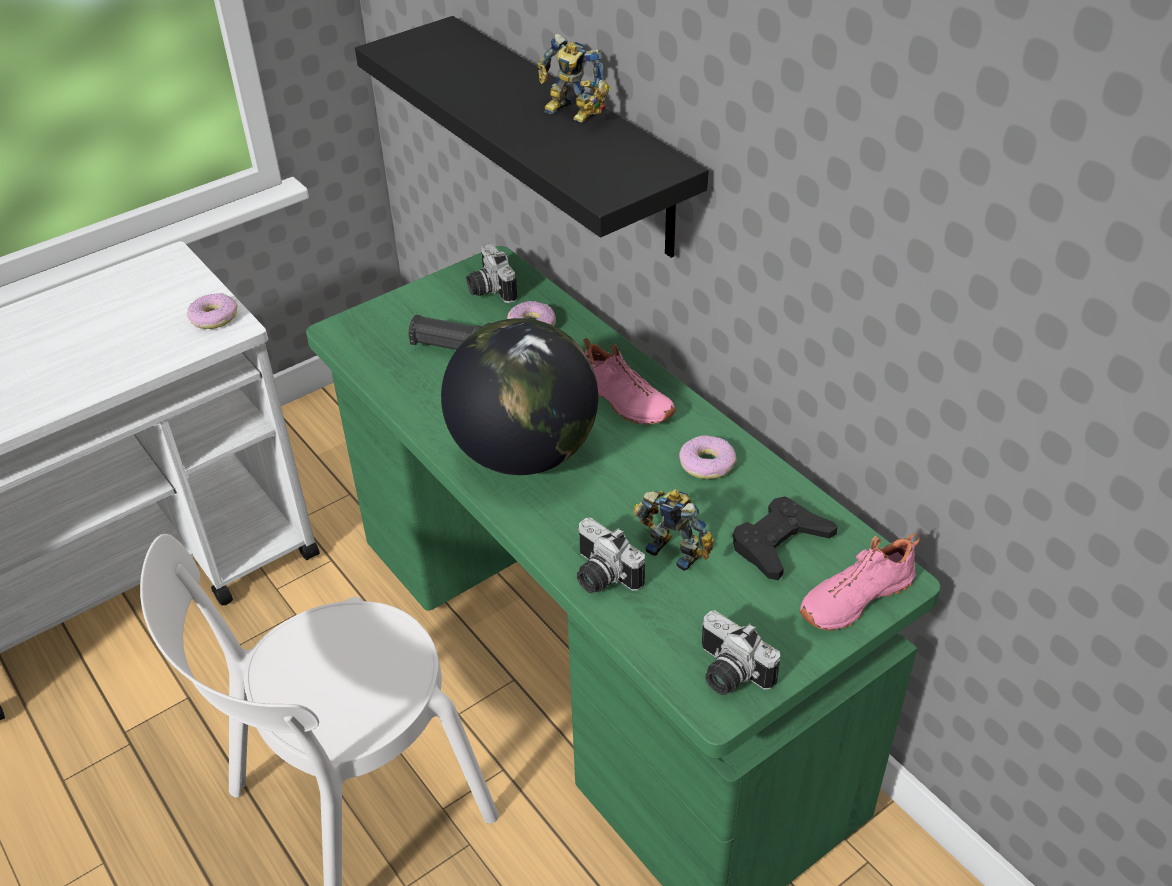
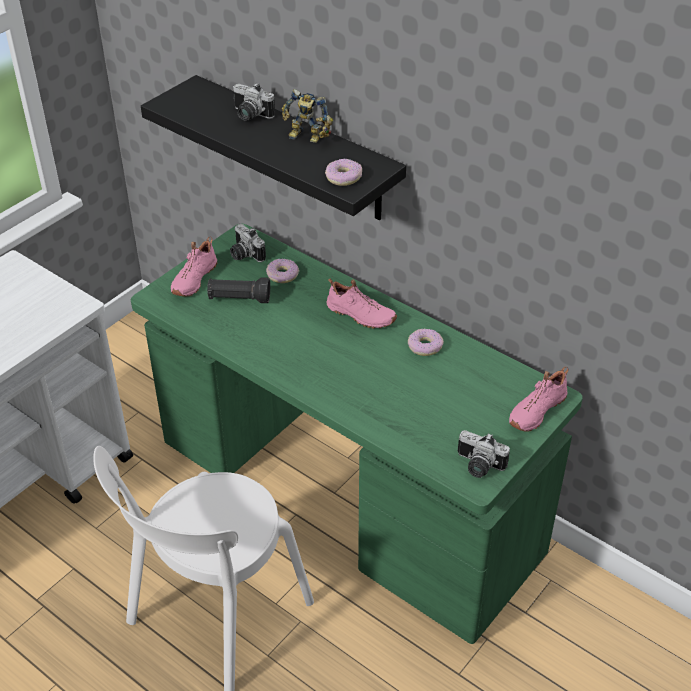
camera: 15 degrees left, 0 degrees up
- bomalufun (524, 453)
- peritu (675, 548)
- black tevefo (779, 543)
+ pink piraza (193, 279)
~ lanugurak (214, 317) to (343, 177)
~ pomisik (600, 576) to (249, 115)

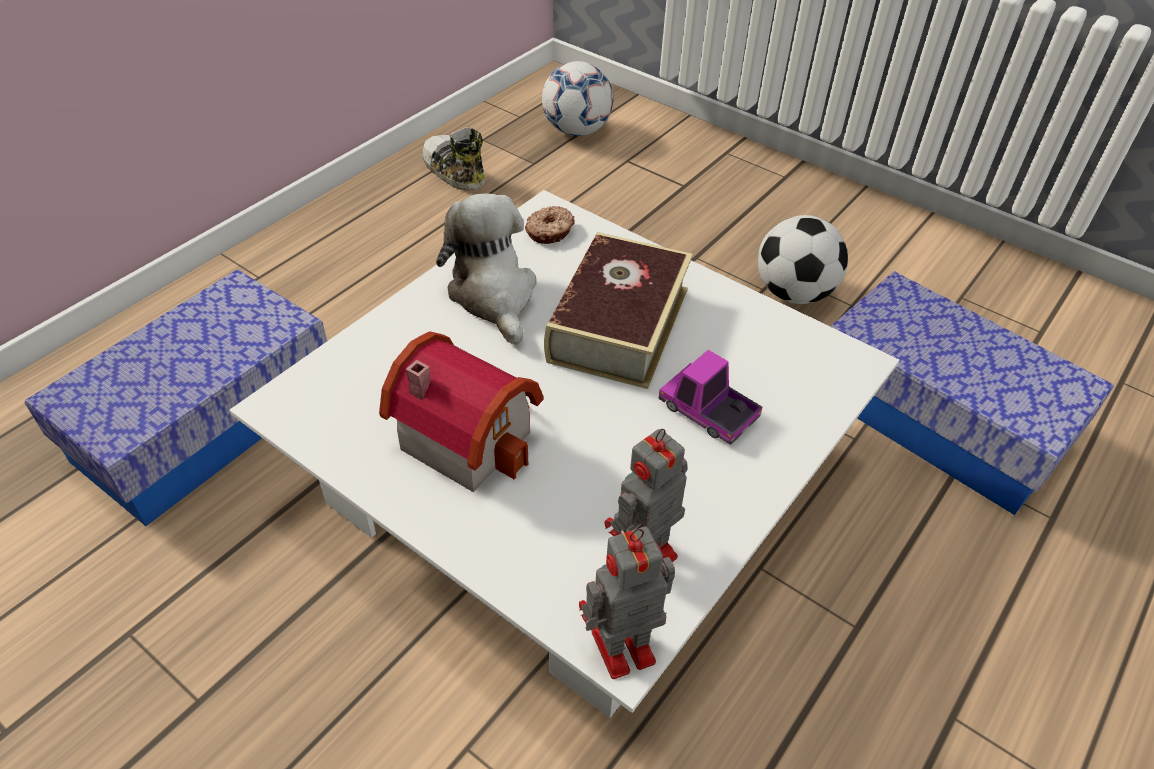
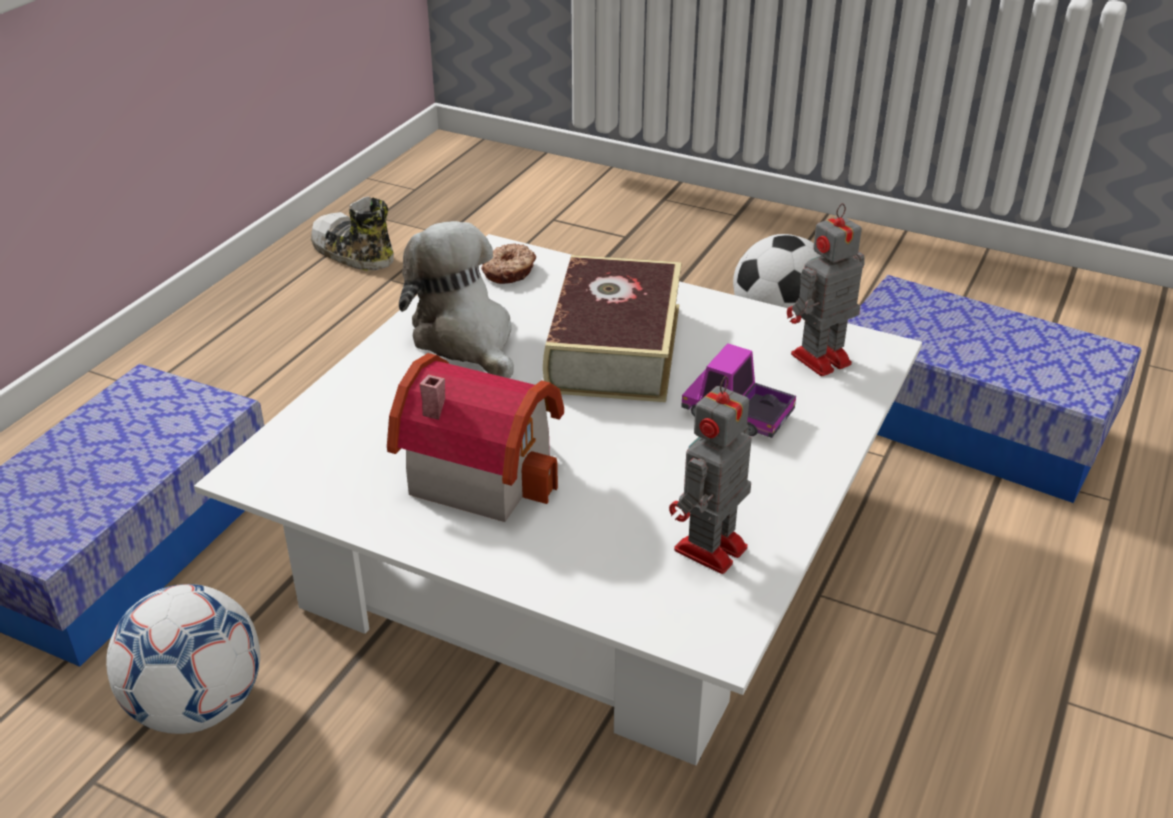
camera: 10 degrees left, 10 degrees down
~ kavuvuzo (576, 130) to (198, 706)
~ peritu (619, 648) to (818, 360)

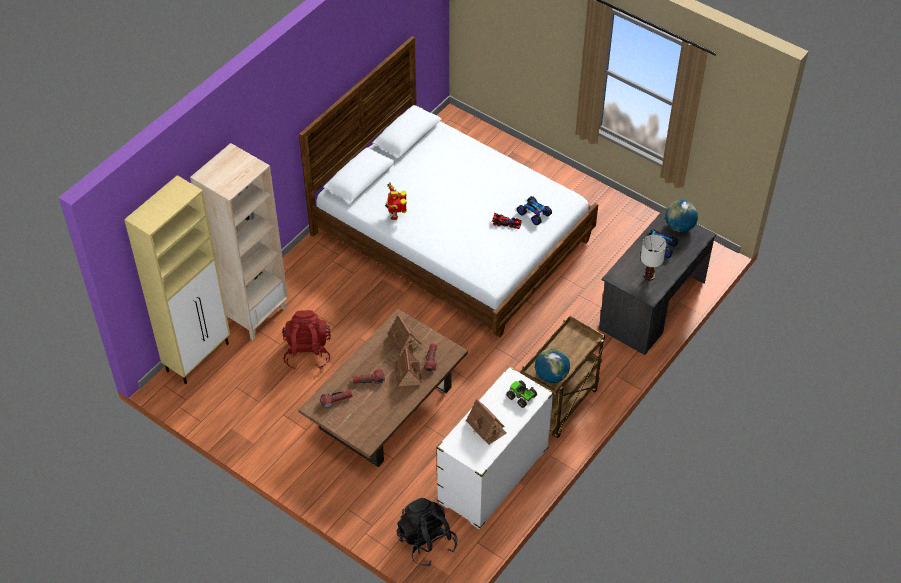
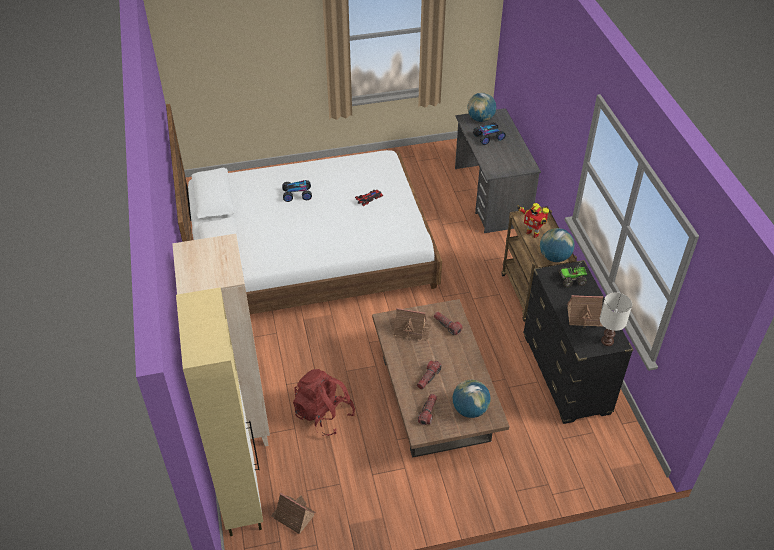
camera: 50 degrees left, 5 degrees down
- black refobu (426, 541)
+ bomalufun (470, 409)
~ peritu (395, 215) to (532, 233)
~ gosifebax (407, 373) to (293, 516)
~ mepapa (534, 213) to (297, 194)
~ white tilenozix (648, 276) to (607, 341)
~ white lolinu (493, 477) to black lolinu (566, 374)

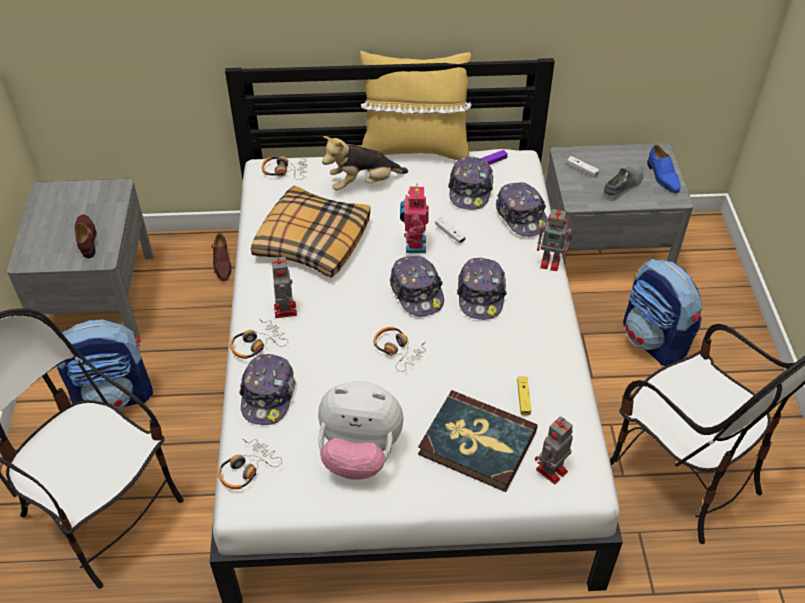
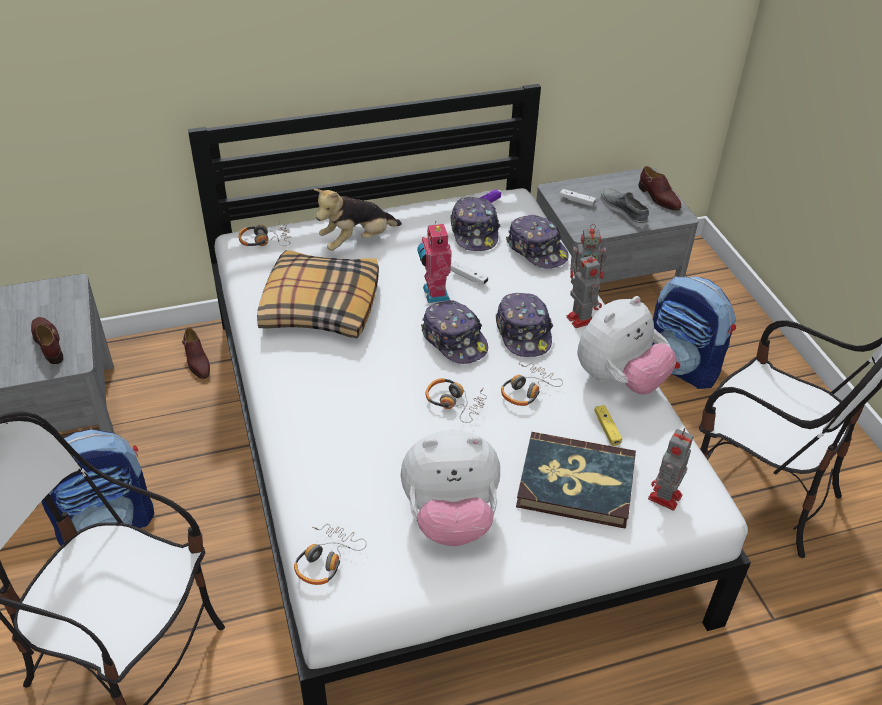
camera: 15 degrees left, 5 degrees down
- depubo (268, 395)
- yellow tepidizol (414, 149)
+ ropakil (619, 380)
~ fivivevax (257, 344) to (527, 390)
~ peritu (285, 309) to (580, 318)
~ blue piraza (662, 177) to brown piraza (658, 198)
~ grey piraza (623, 185) = (623, 210) 60 degrees counterclockwise

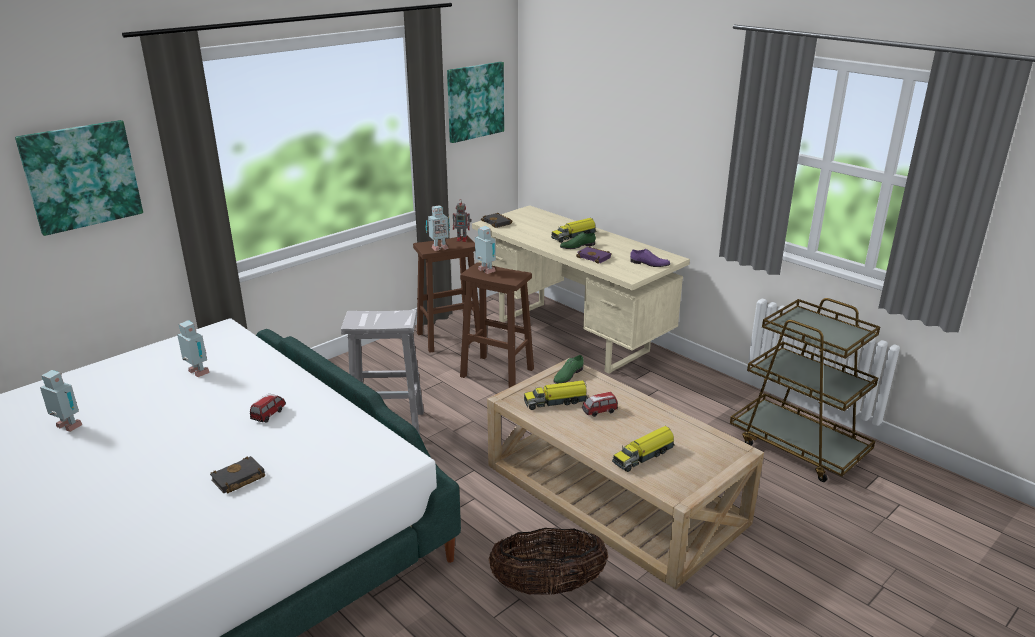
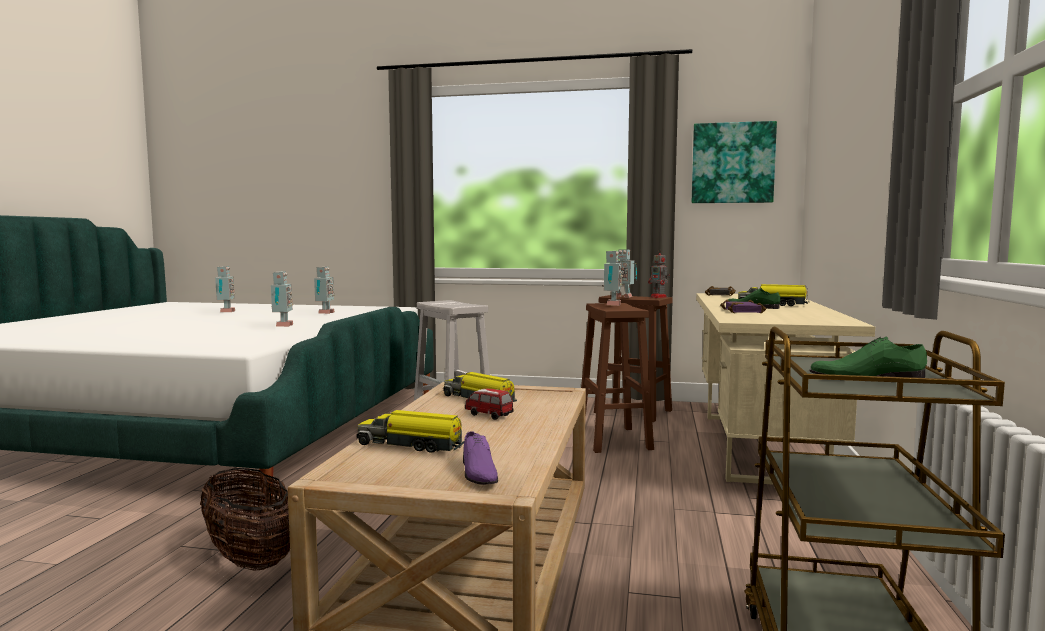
camera: 55 degrees right, 20 degrees down
- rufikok (81, 176)
- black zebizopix (238, 480)
~ green piraza (567, 375) to (865, 377)
~ purple piraza (649, 263) to (477, 471)
~ mepapa (268, 414) to peritu (282, 326)

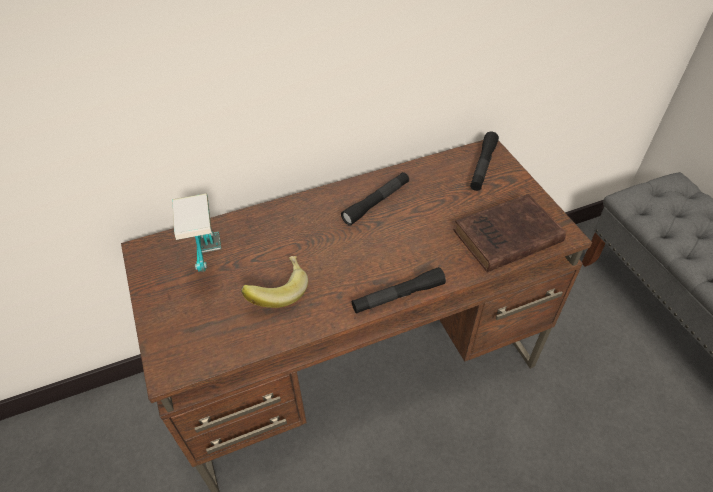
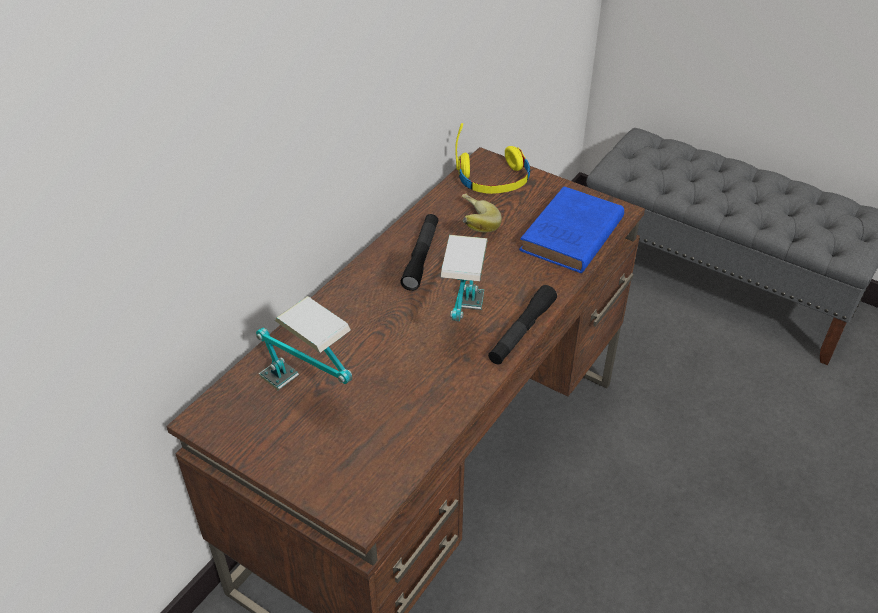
camera: 35 degrees left, 5 degrees down
+ tilenozix (464, 330)
~ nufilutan (278, 291) to (472, 227)
~ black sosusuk (482, 166) to yellow fivivevax (493, 180)
~ brown zebizopix (505, 238) to blue zebizopix (570, 236)

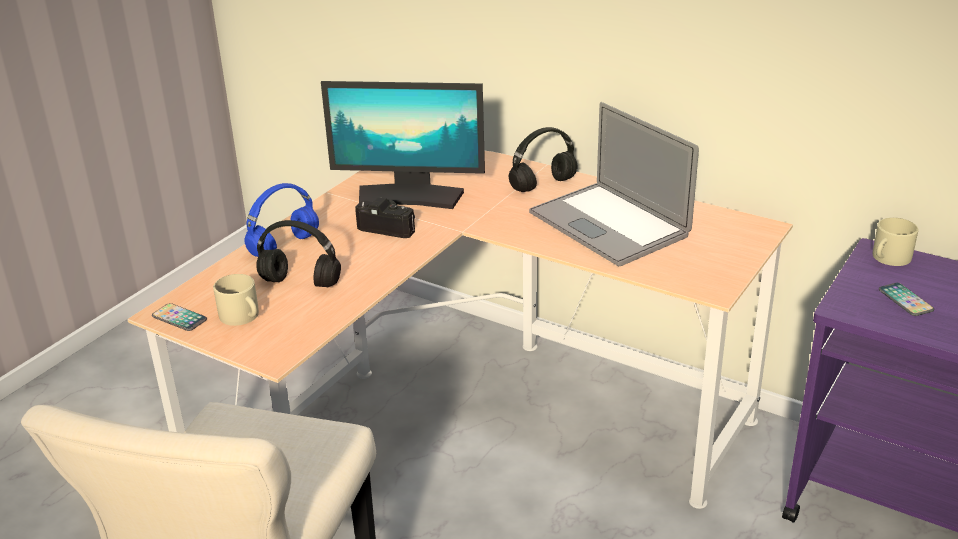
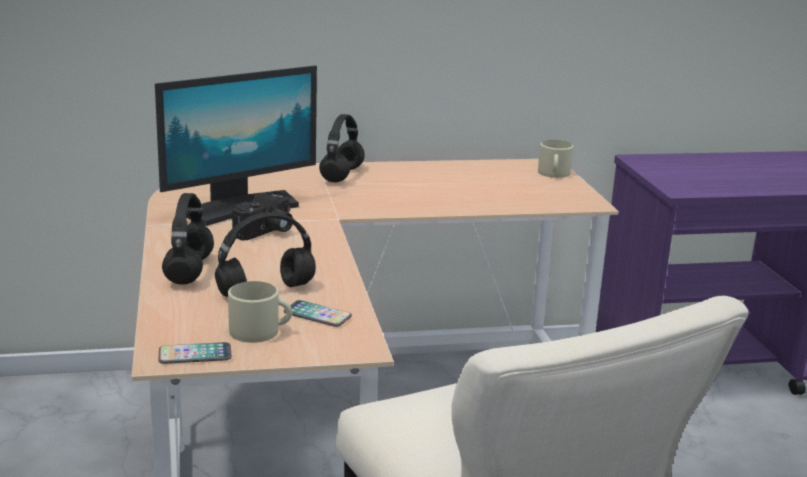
camera: 45 degrees left, 10 degrees down
- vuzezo (608, 224)
~ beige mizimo (888, 258) to (554, 174)
~ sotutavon (905, 300) to (317, 315)
~ blue fivivevax (283, 246) to black fivivevax (190, 272)
~ pomisik (389, 227) = (266, 232) 150 degrees clockwise

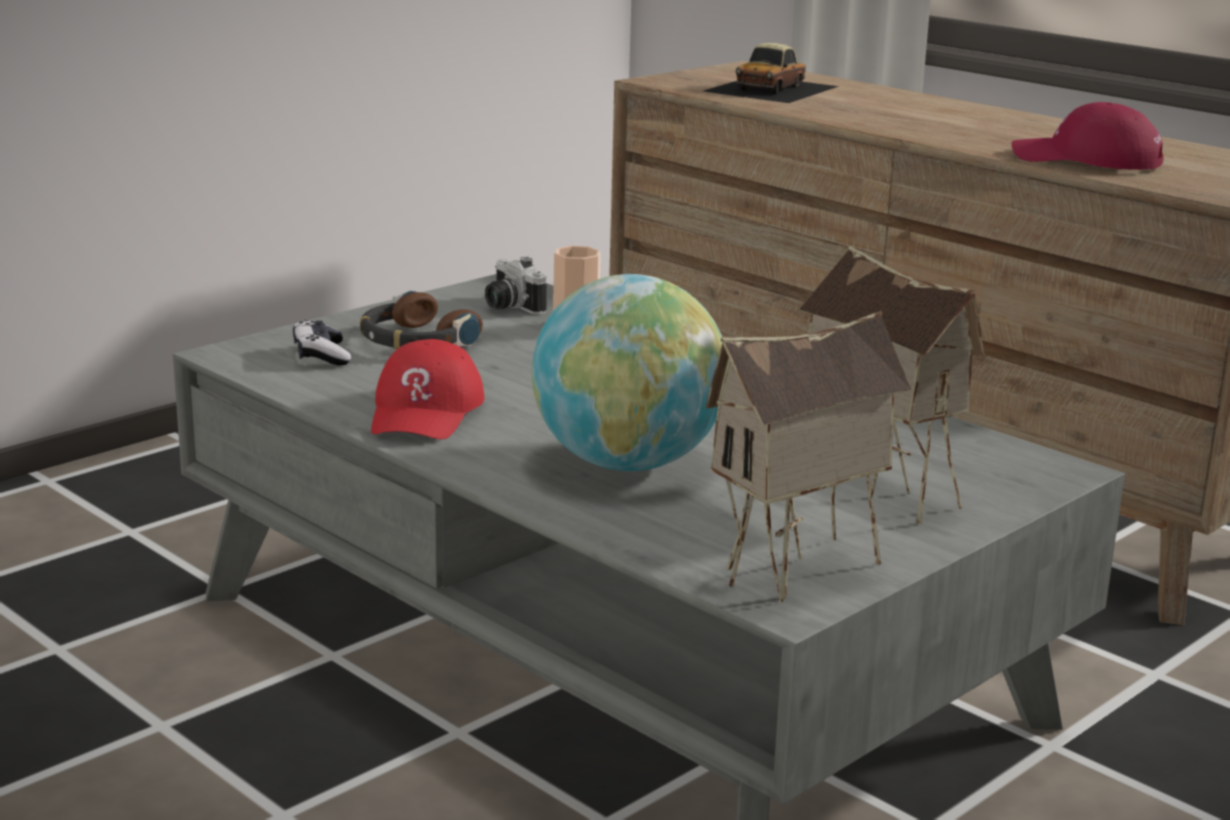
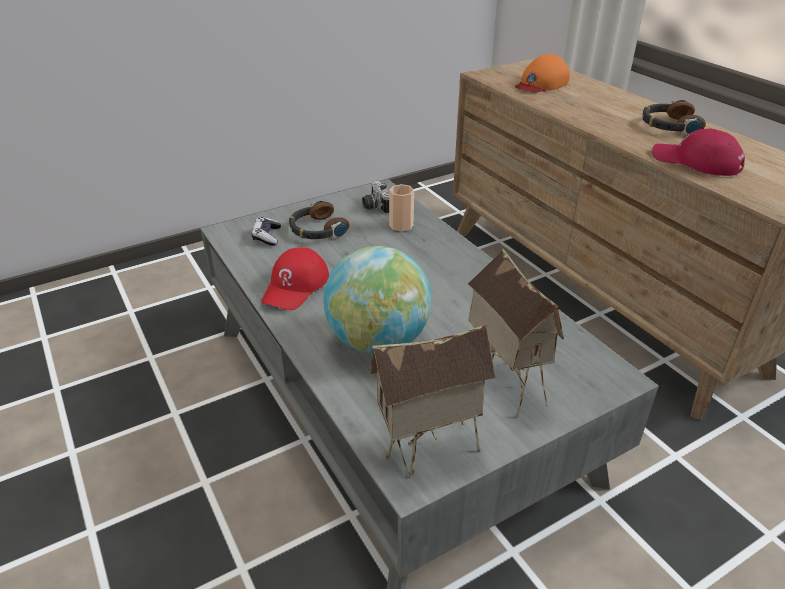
camera: 15 degrees right, 15 degrees up
+ fivivevax (668, 125)
~ mepapa (772, 88) to orange depubo (541, 83)

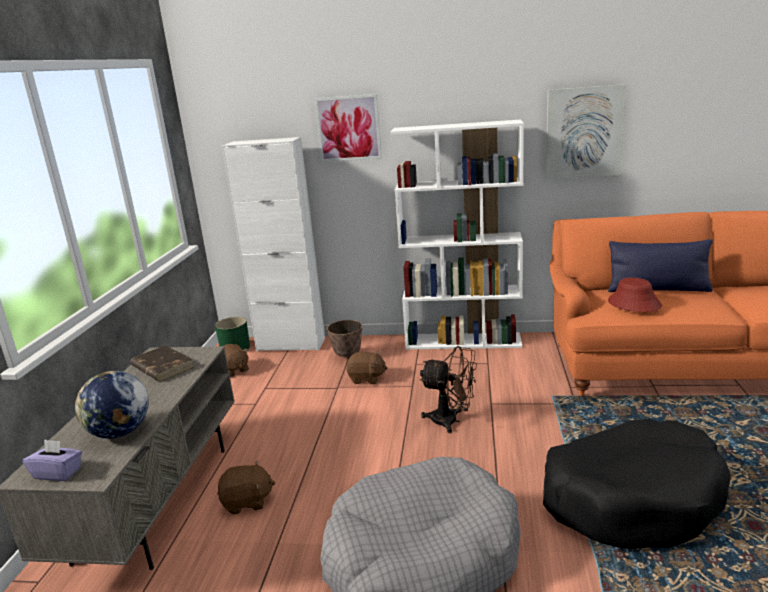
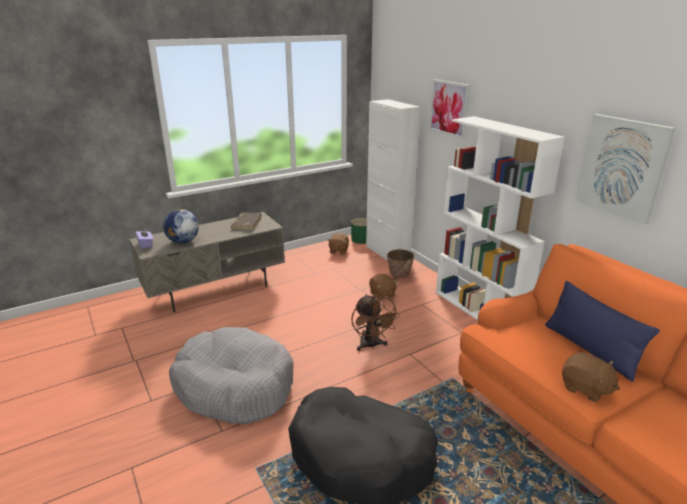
camera: 50 degrees right, 5 degrees up
- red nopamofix (634, 304)
~ brown ropakil (247, 502) to (585, 389)

